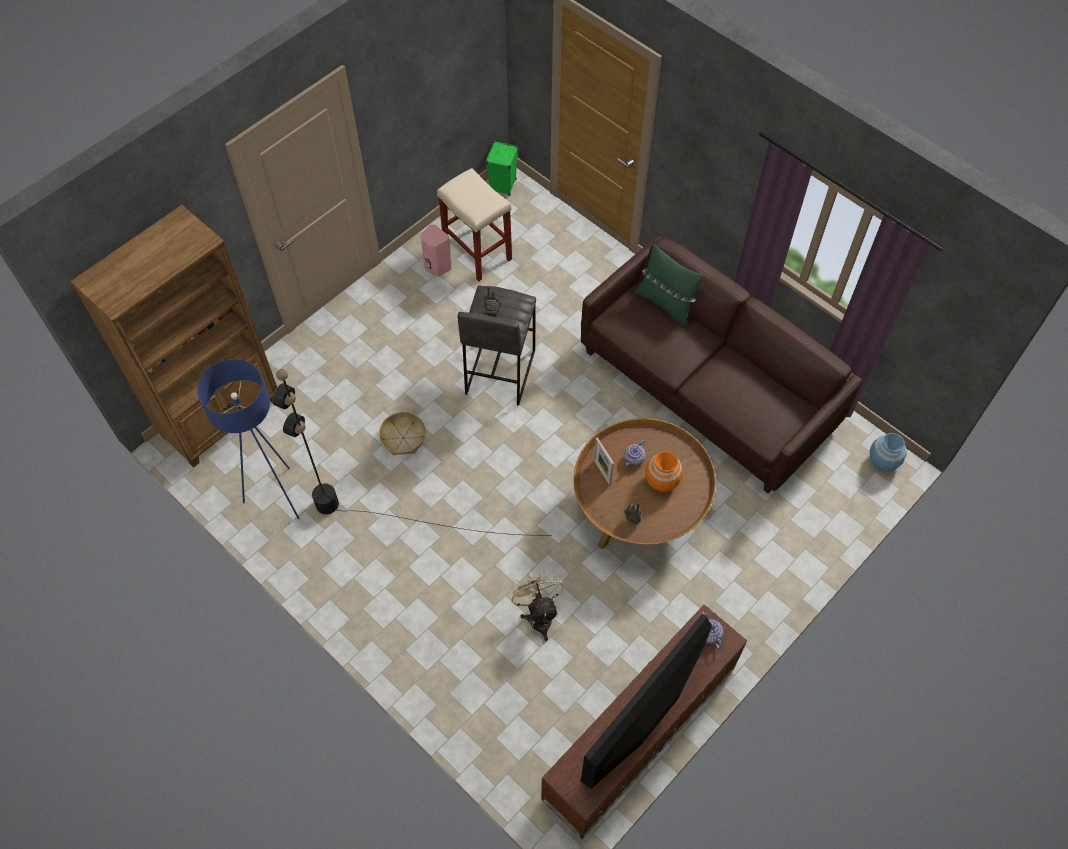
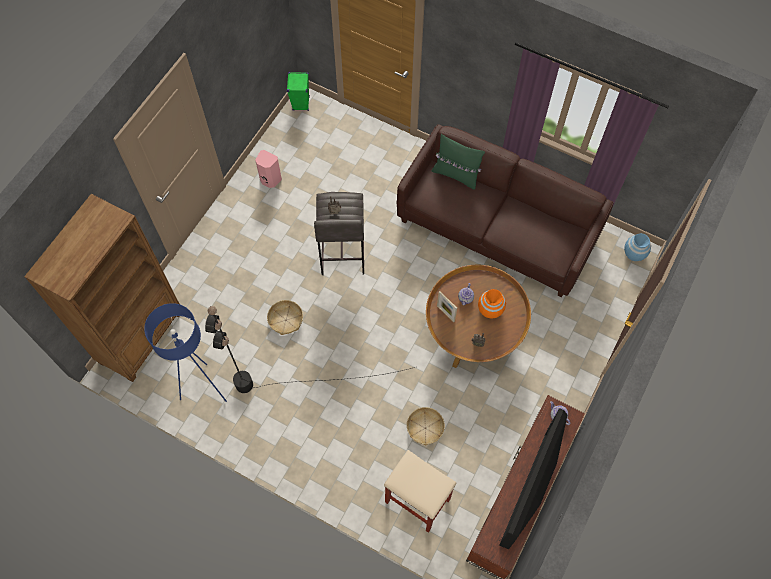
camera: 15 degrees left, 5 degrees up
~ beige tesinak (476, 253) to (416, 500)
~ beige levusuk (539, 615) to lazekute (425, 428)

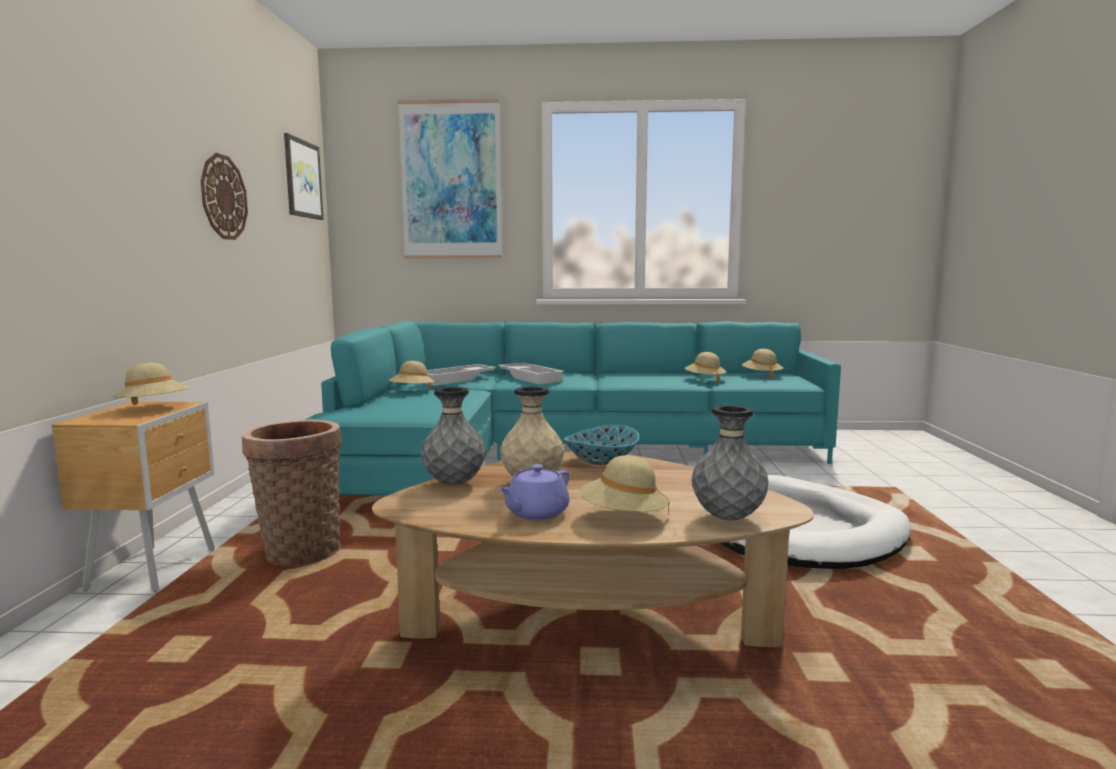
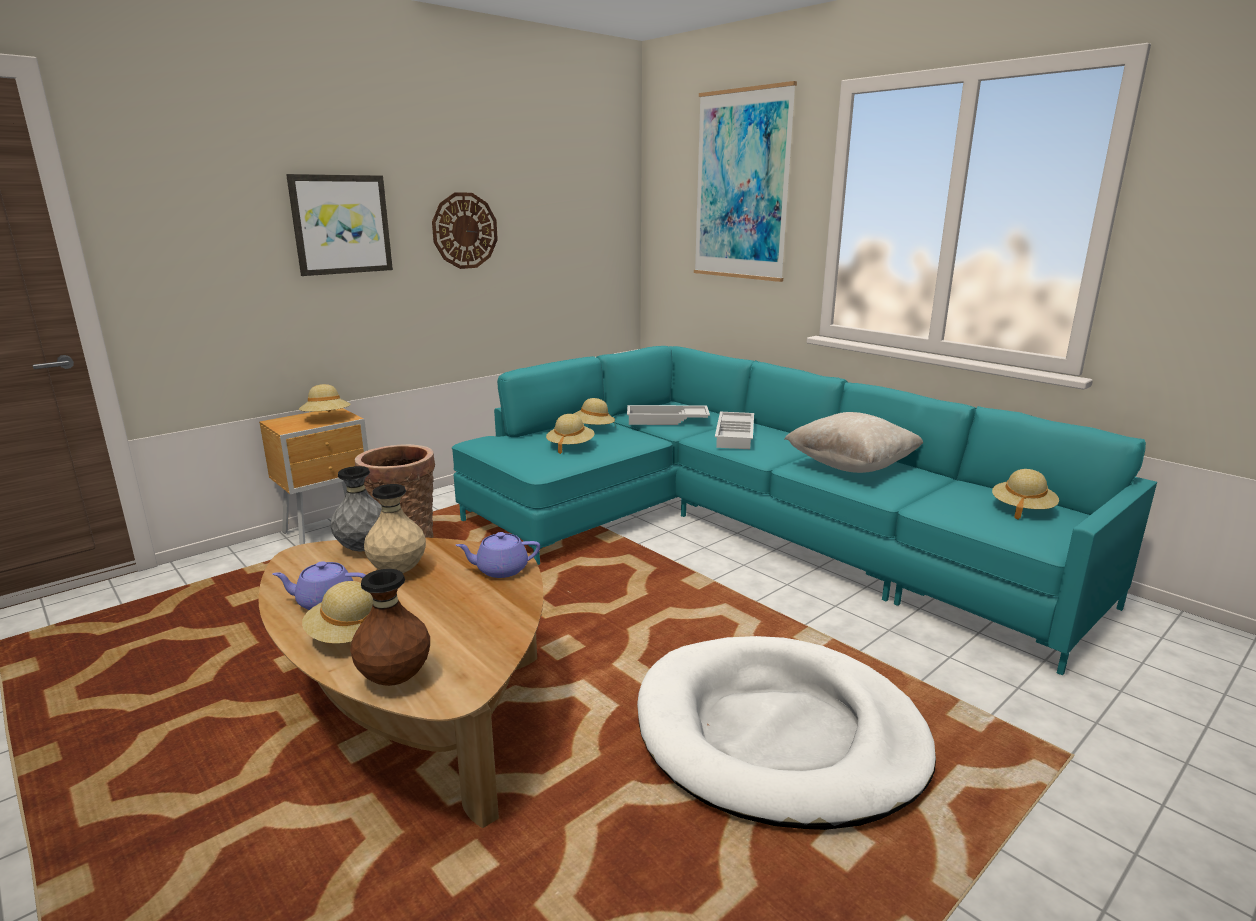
camera: 45 degrees right, 10 degrees up
+ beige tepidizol (851, 466)
~ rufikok (302, 179) to (341, 224)
~ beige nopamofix (705, 380) to (570, 446)
~ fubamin (602, 460) to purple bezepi (500, 570)
~ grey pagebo (727, 518) to brown pagebo (395, 679)

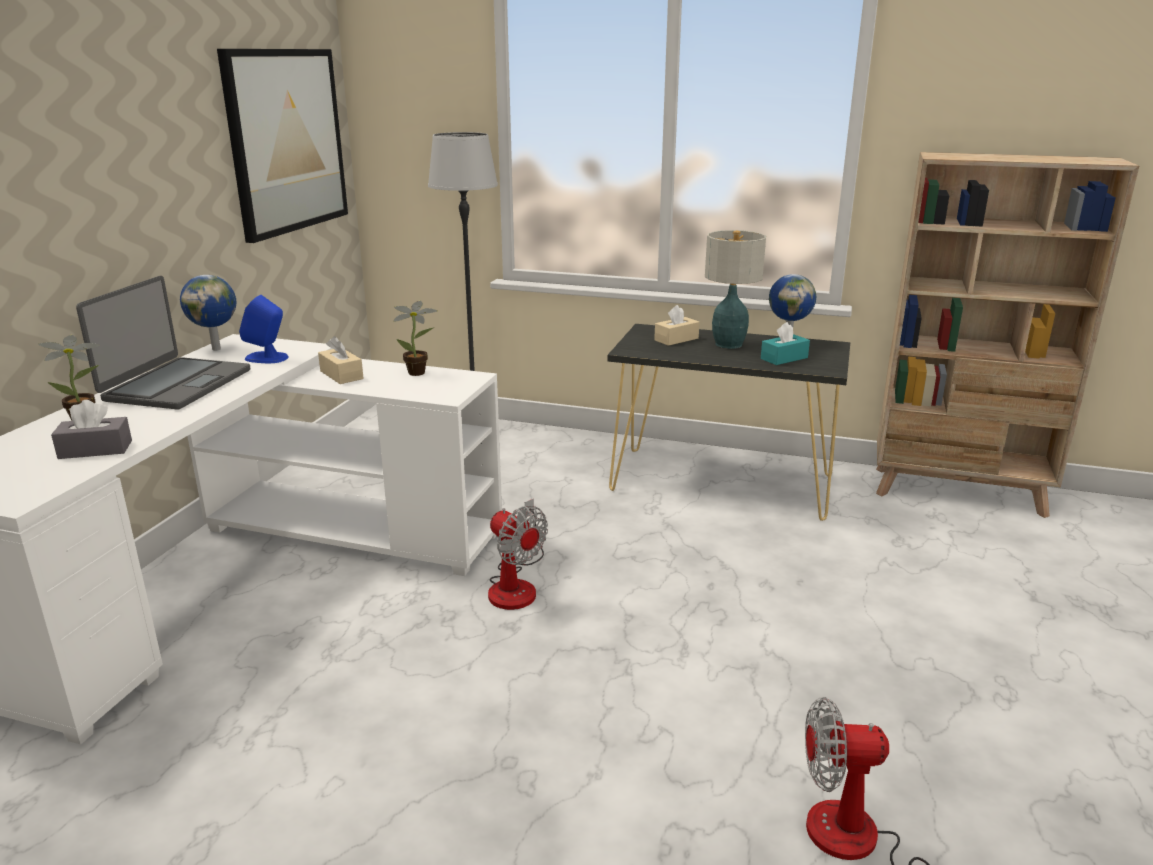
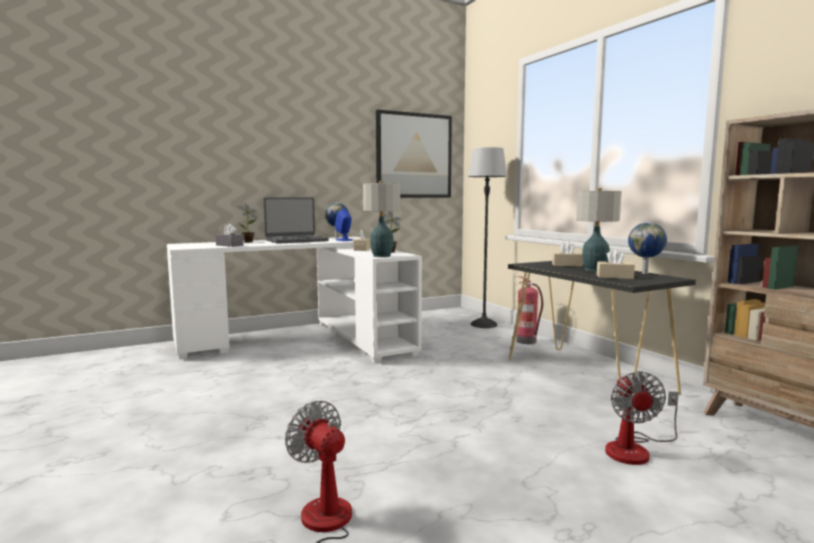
camera: 45 degrees right, 15 degrees down
+ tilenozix (382, 256)
+ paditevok (527, 341)
~ levusuk (516, 585) to (635, 449)
~ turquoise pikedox (784, 358) to beige pikedox (614, 277)

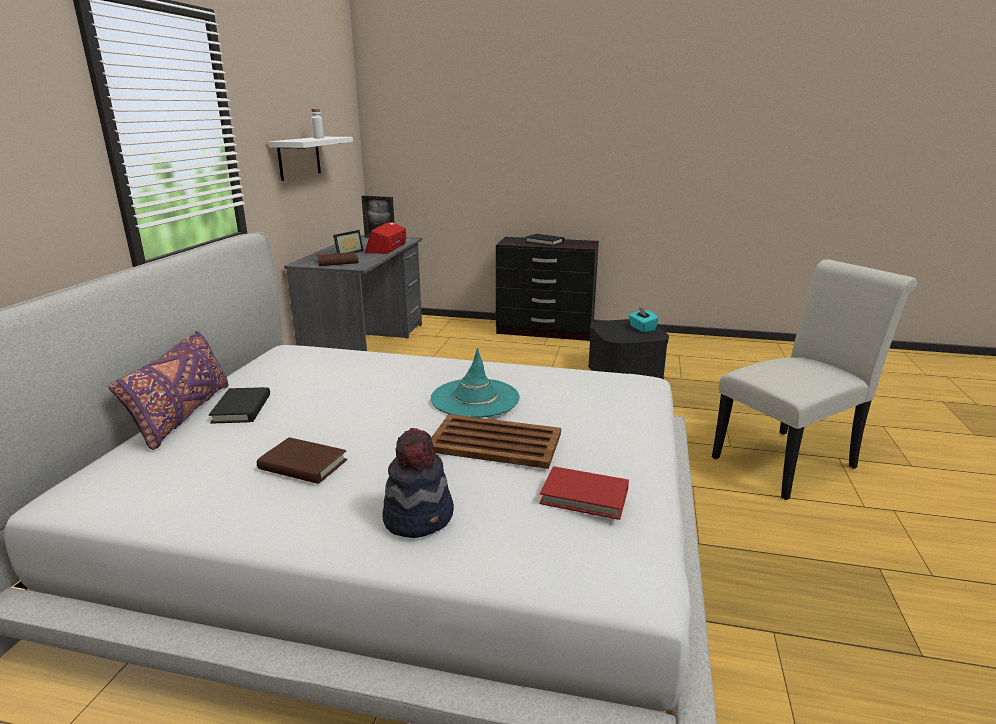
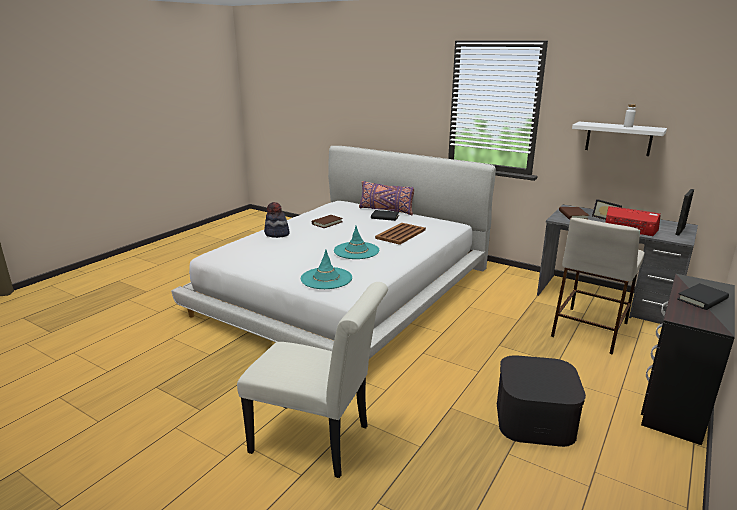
camera: 110 degrees right, 0 degrees up
- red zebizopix (584, 496)
- turquoise pikedox (642, 328)
+ turquoise nopamofix (326, 278)
+ beige tesinak (589, 329)
~ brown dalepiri (496, 442) to (400, 234)
~ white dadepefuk (790, 460) = (318, 441) 60 degrees counterclockwise

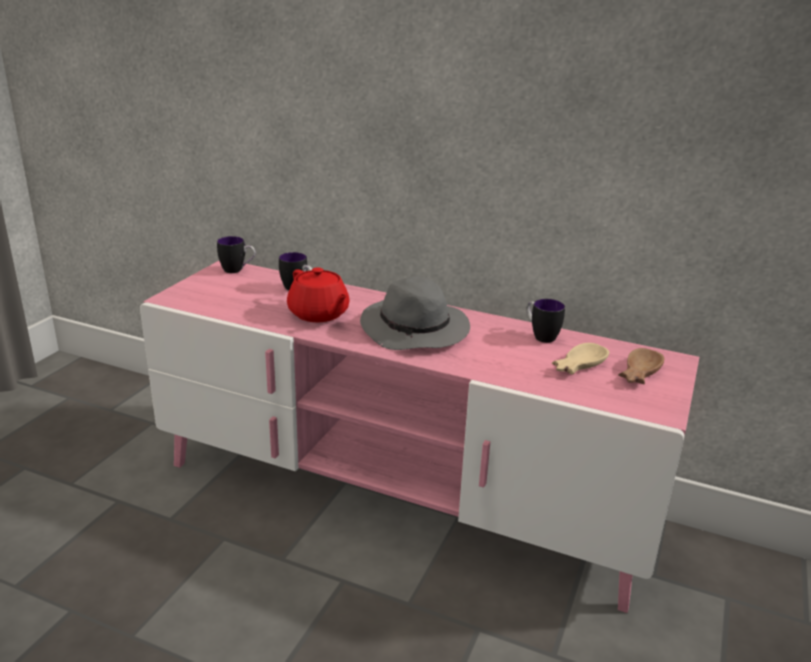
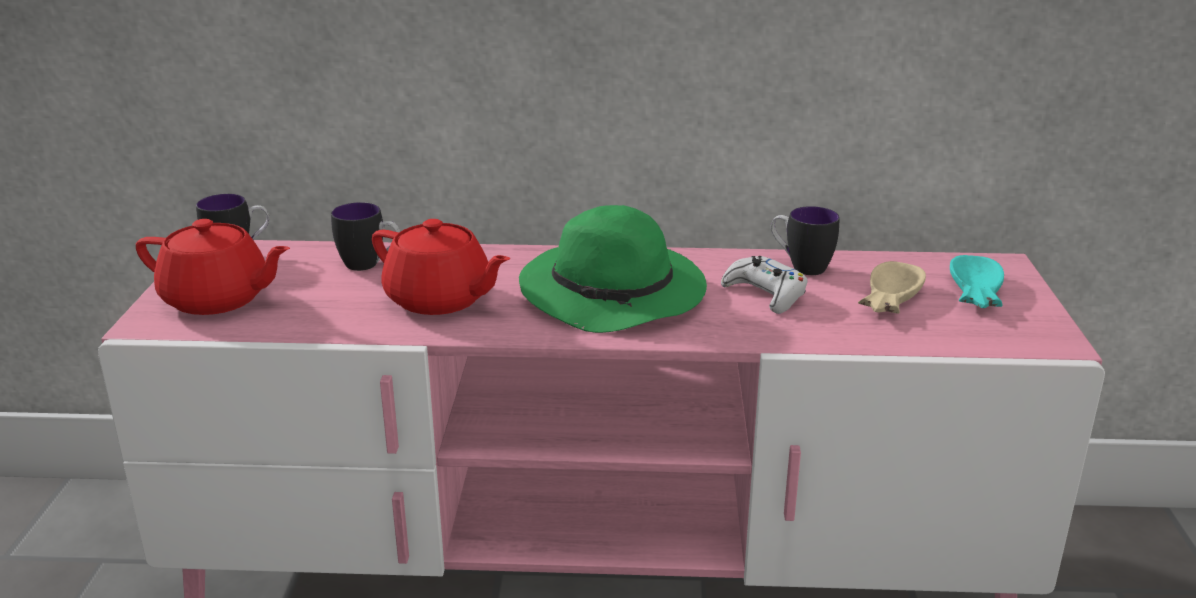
camera: 20 degrees left, 0 degrees up
+ red bezepi (218, 299)
+ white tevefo (765, 294)
~ grey nopamofix (416, 331) to green nopamofix (615, 295)
~ brown fubamin (637, 373) to turquoise fubamin (973, 293)

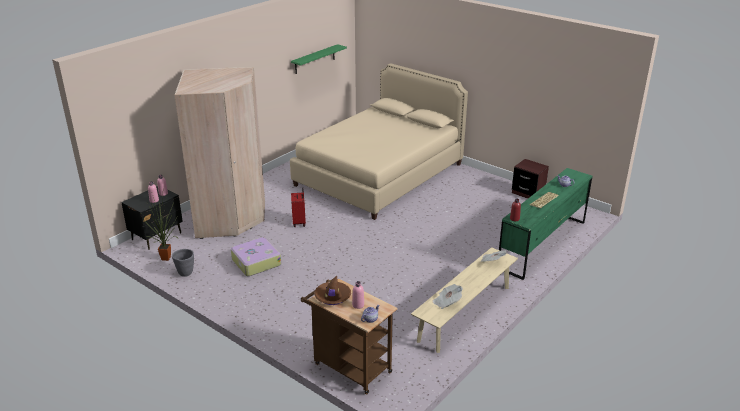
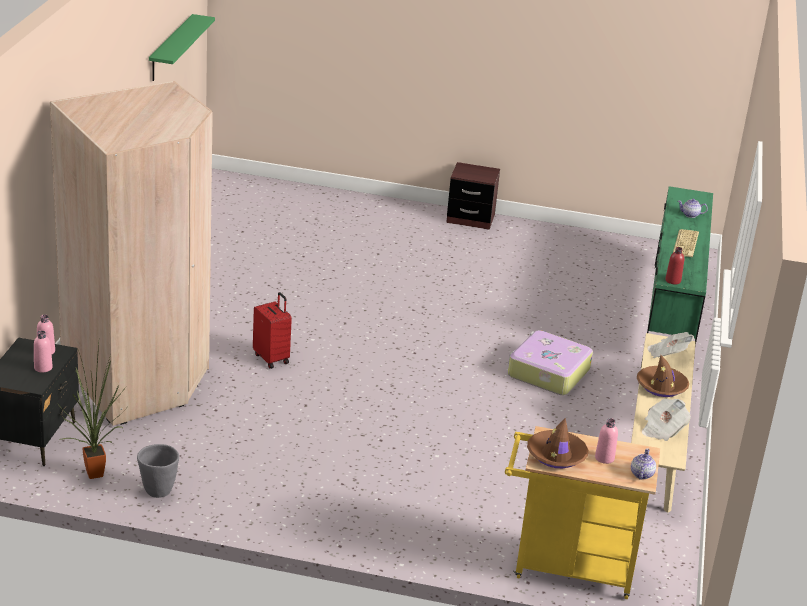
camera: 30 degrees left, 0 degrees up
- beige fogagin (379, 175)
+ brown nopamofix (661, 386)
~ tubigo (255, 262) to (547, 372)
~ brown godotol (528, 193) to (470, 219)
~ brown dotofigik (348, 366) to yellow dotofigik (566, 567)

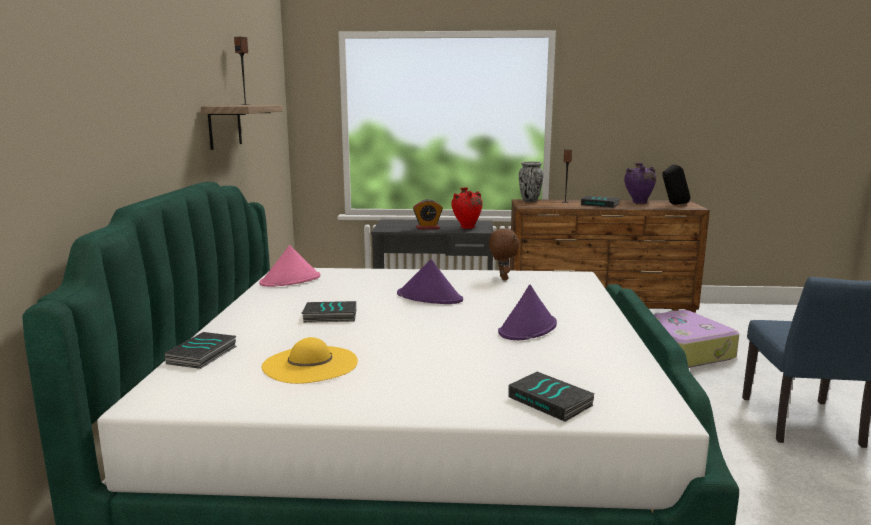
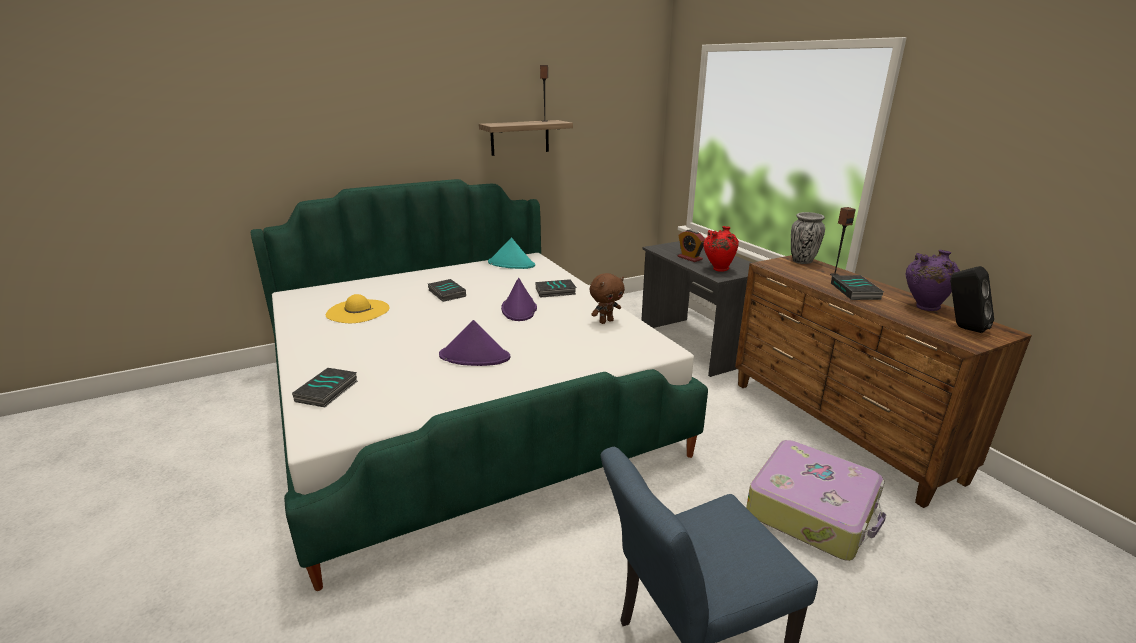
camera: 60 degrees right, 10 degrees up
~ zebizopix (203, 355) to (555, 292)
~ pink nopamofix (291, 280) to turquoise nopamofix (511, 264)

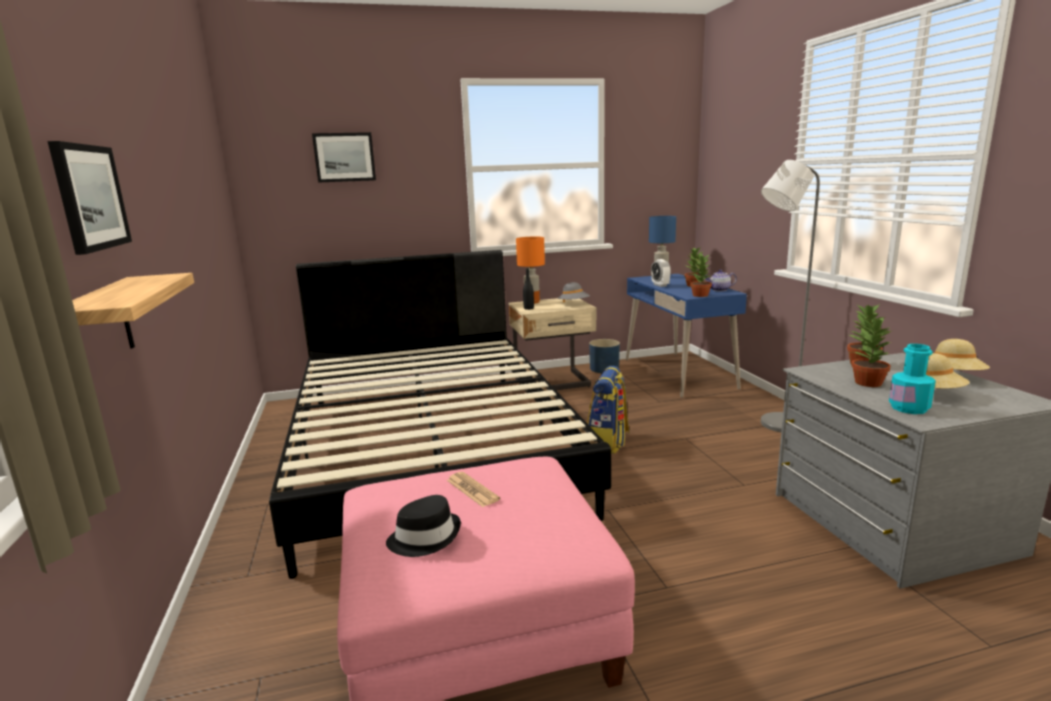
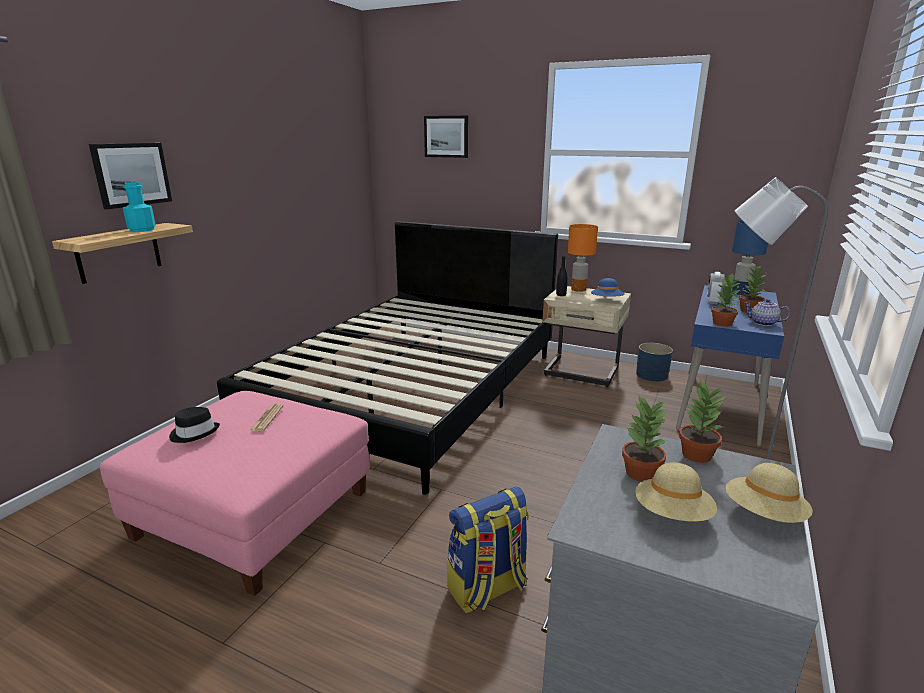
camera: 40 degrees right, 5 degrees up
~ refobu (608, 443) to (487, 589)
~ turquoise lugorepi (908, 408) to (142, 230)
~ grey nopamofix (574, 304) to blue nopamofix (607, 301)

